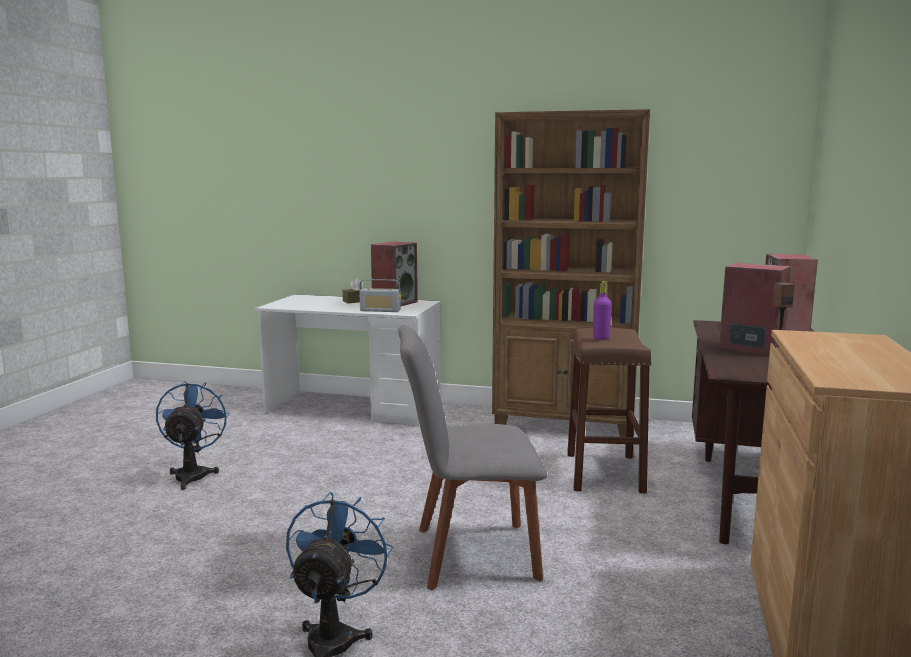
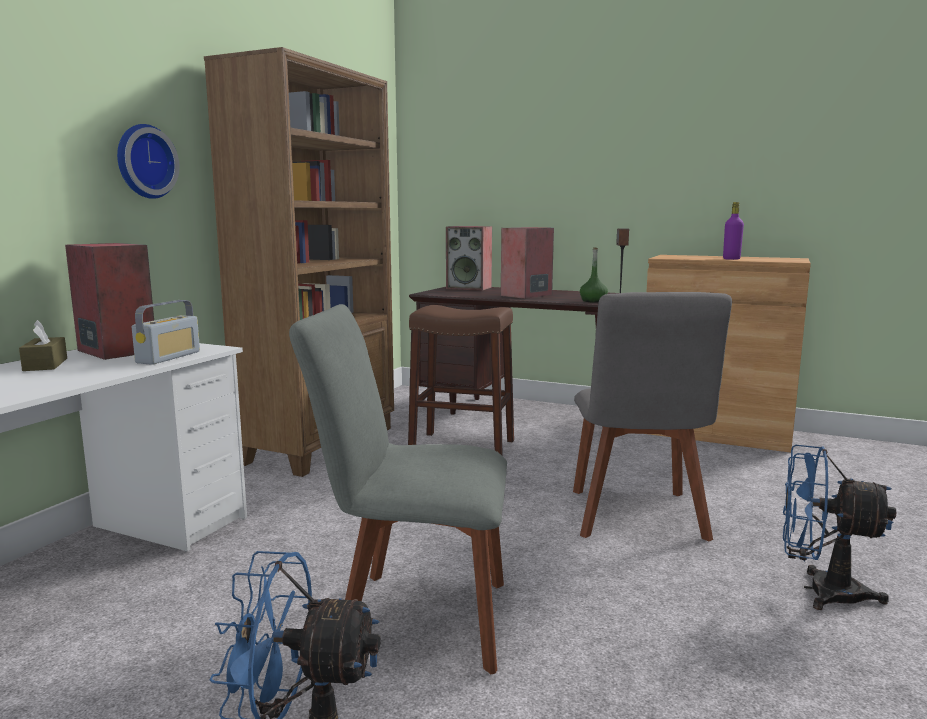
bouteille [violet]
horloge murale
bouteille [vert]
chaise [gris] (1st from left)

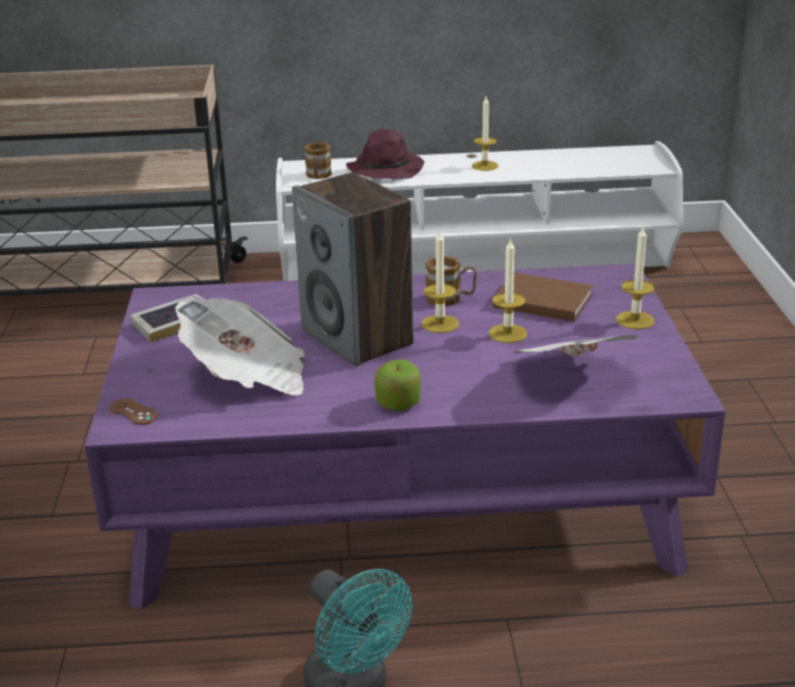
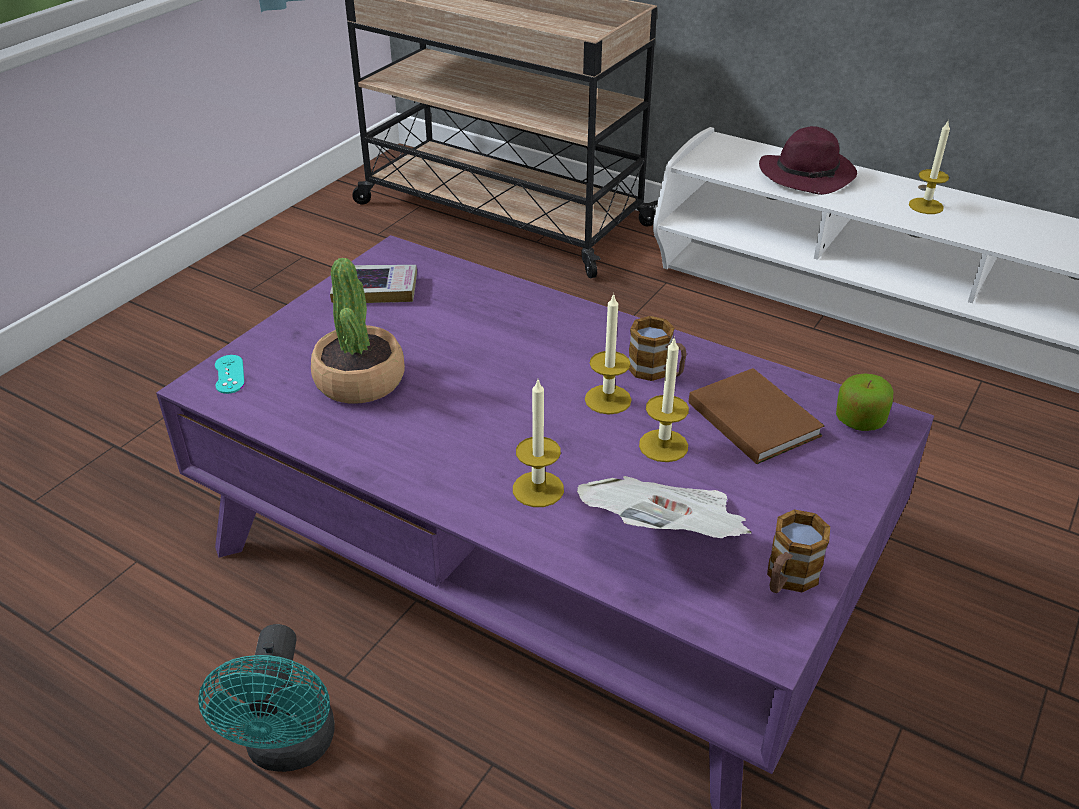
mug (2nd from left)
enceinte
bougie (1st from left)
plante en pot
pomme
manette [turquoise]

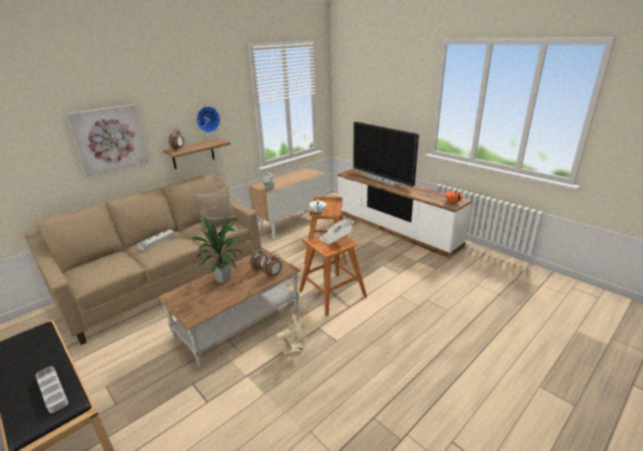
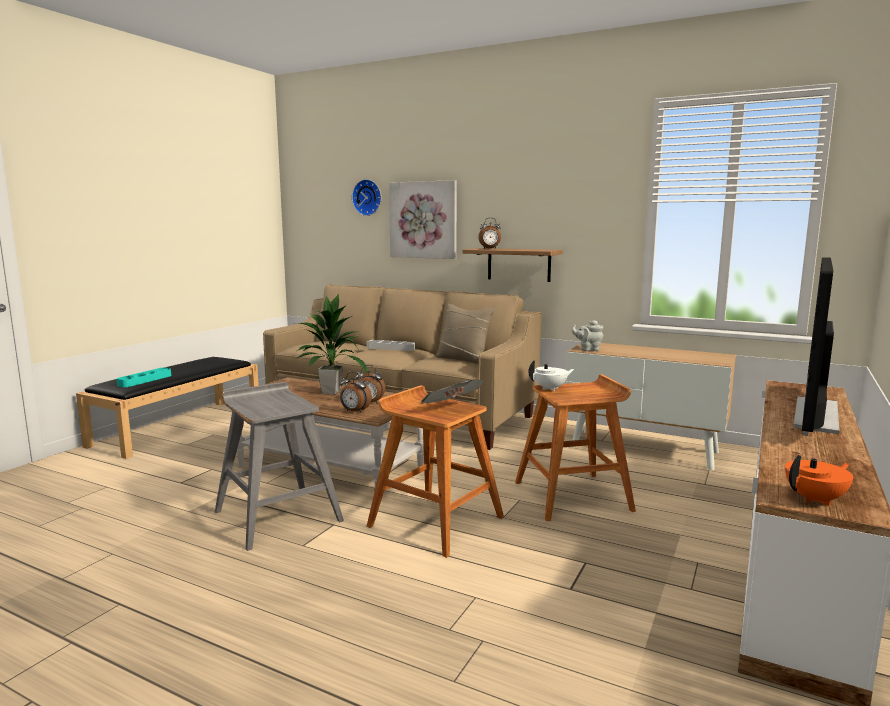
horloge murale
tabouret [gris]
plateau [turquoise]

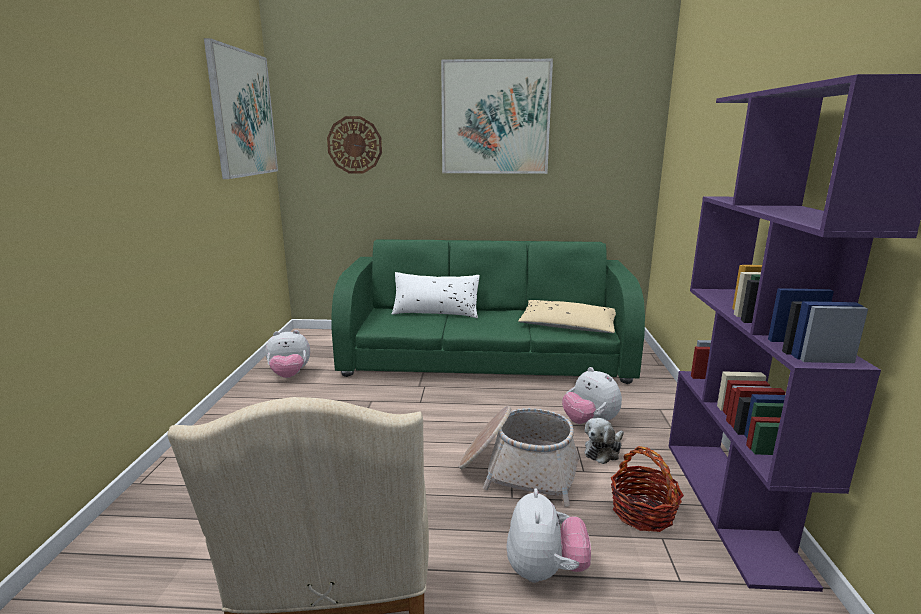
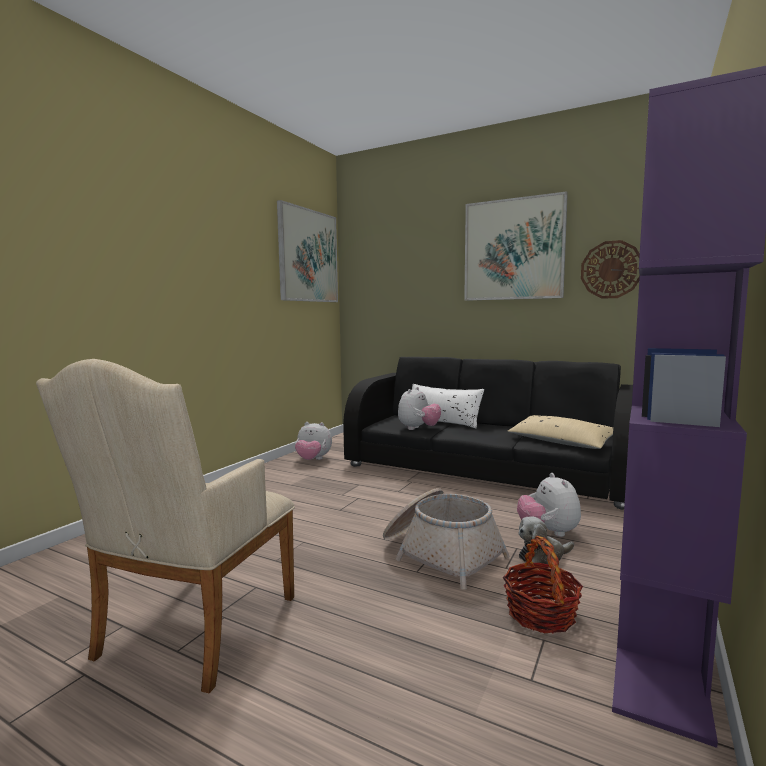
horloge murale
canapé [noir]
peluche (2nd from left)

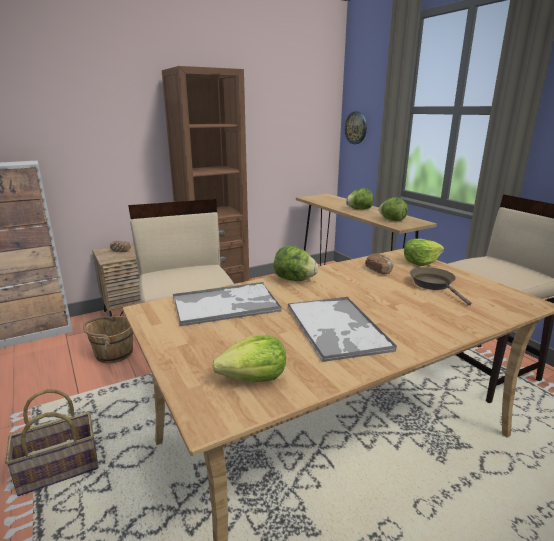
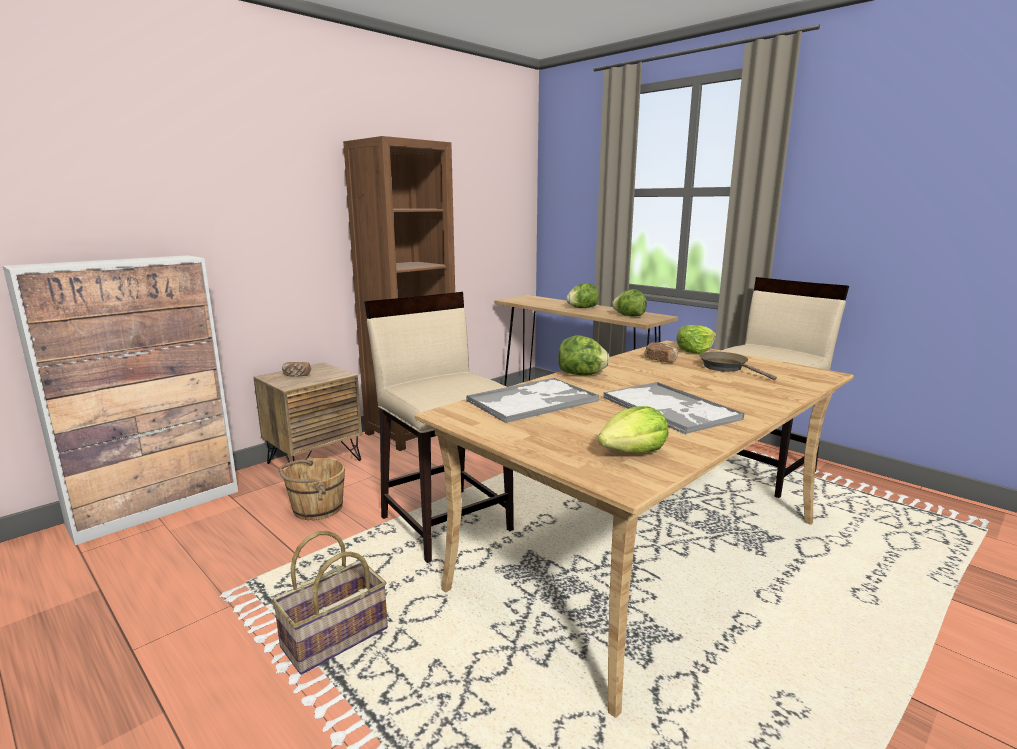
horloge murale

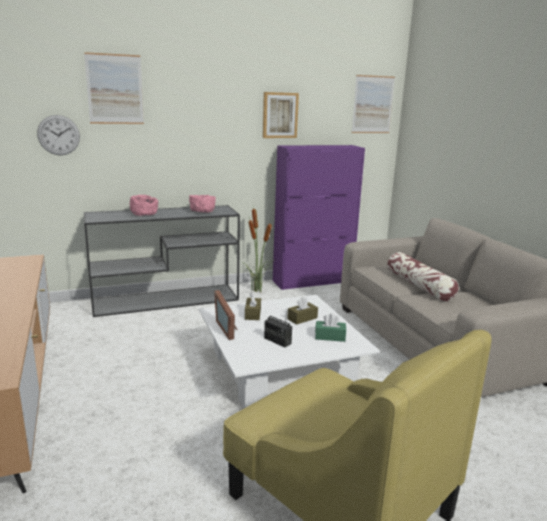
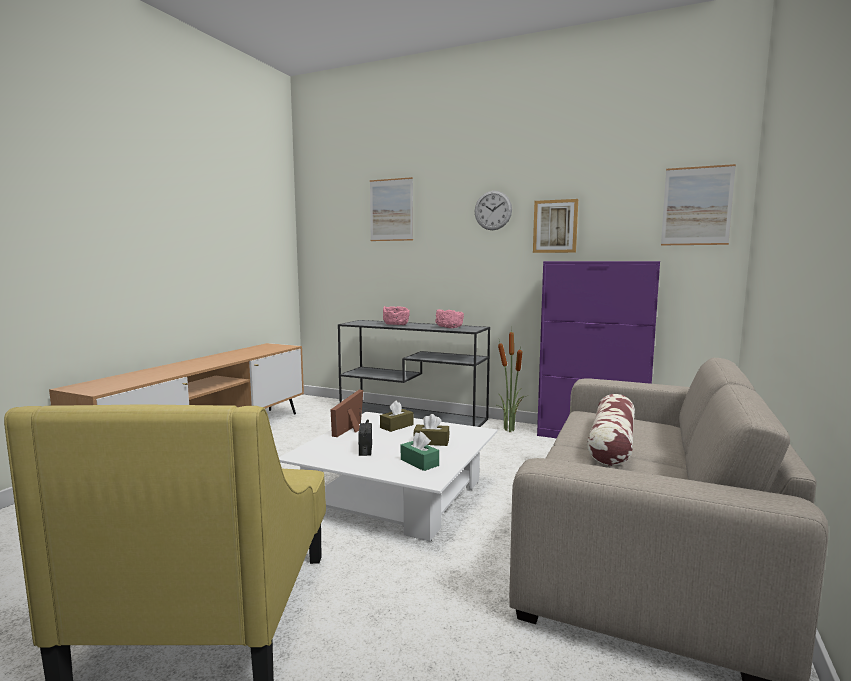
horloge murale

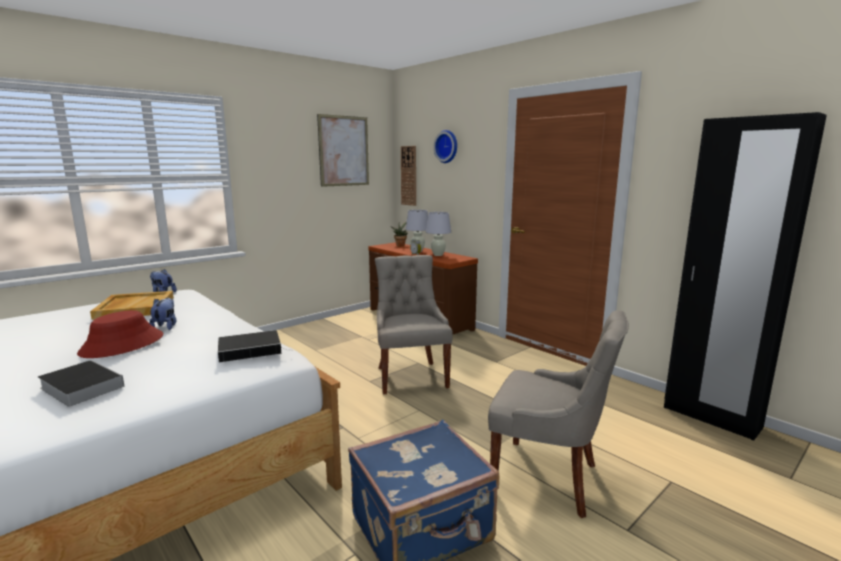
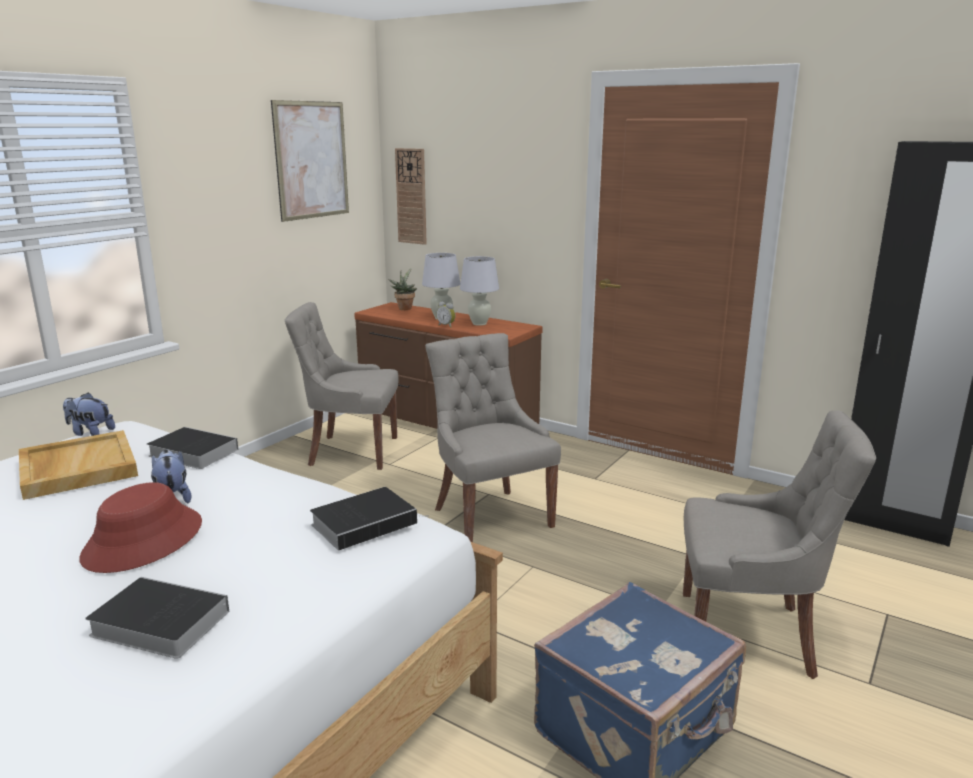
horloge murale (2nd from left in the first image)
chaise [gris] (1st from left)
livre (2nd from left)

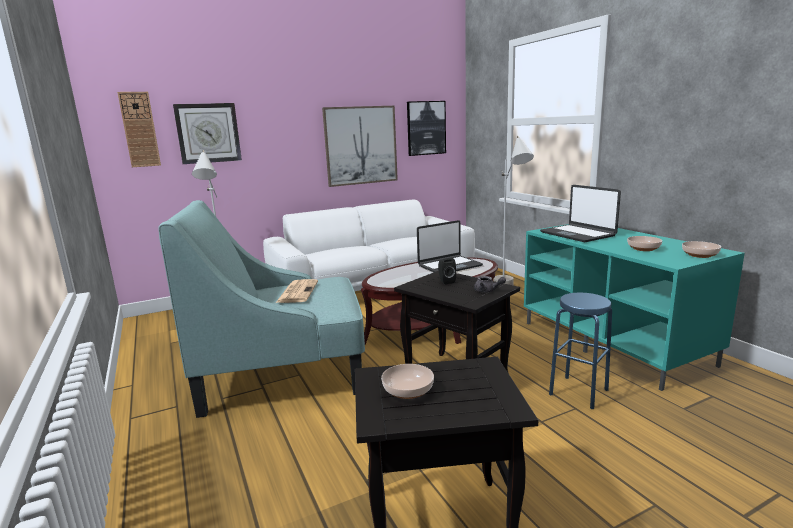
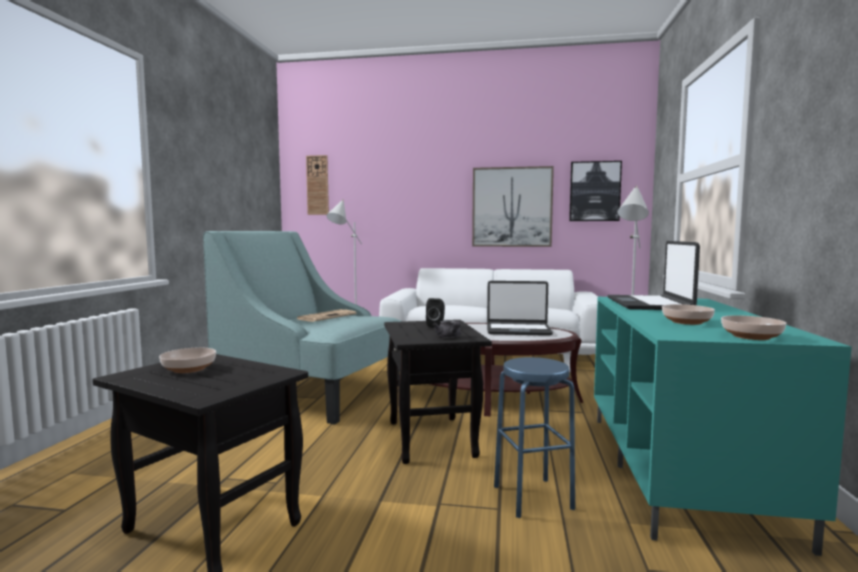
horloge murale (2nd from left in the first image)

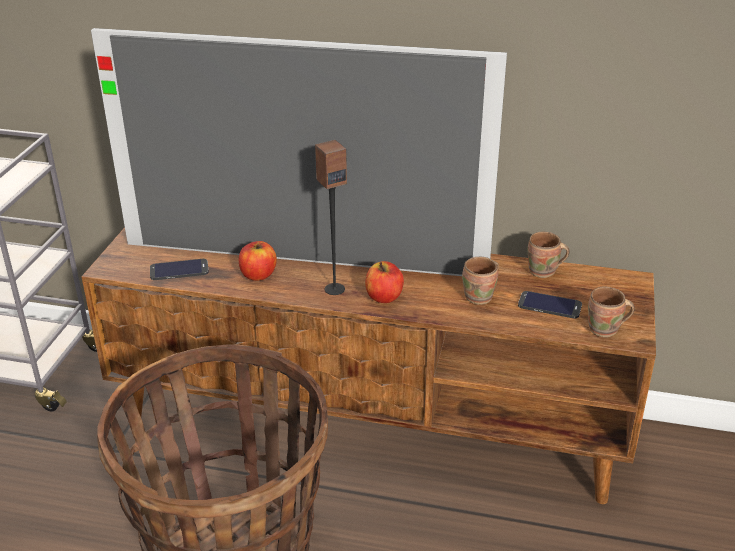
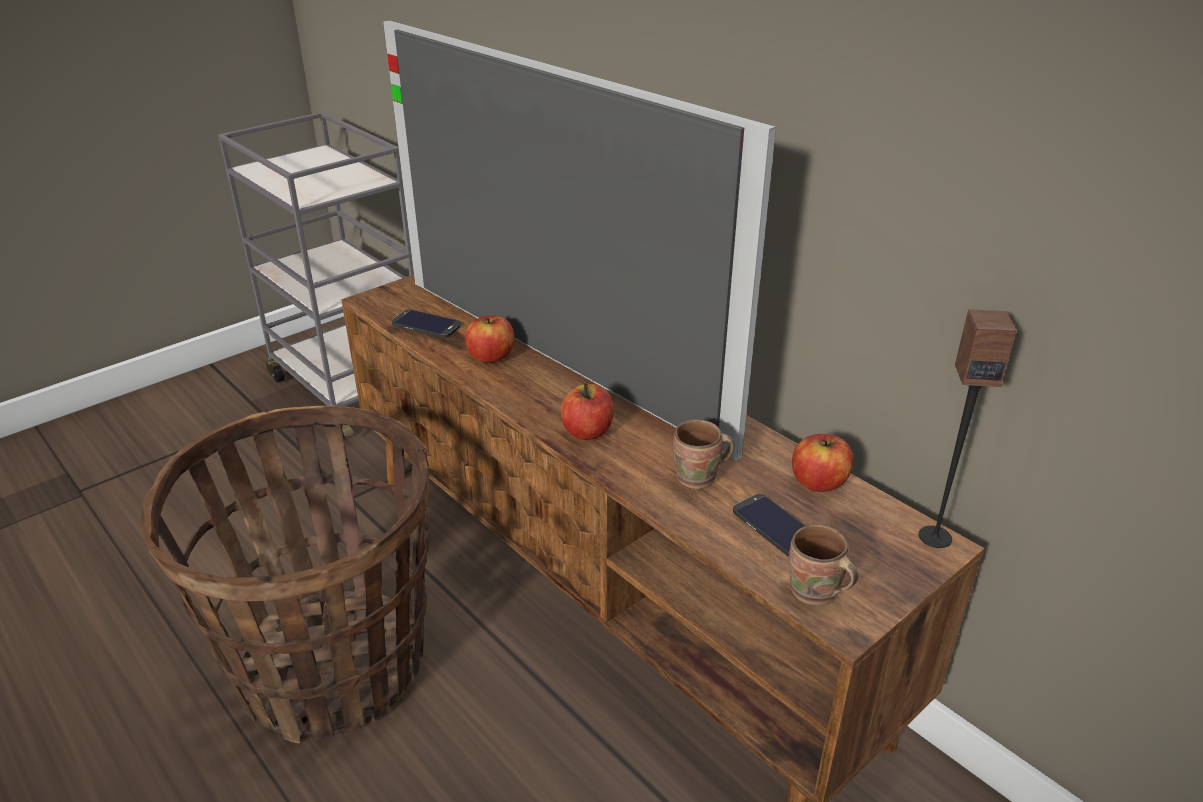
enceinte
pomme (3rd from left)

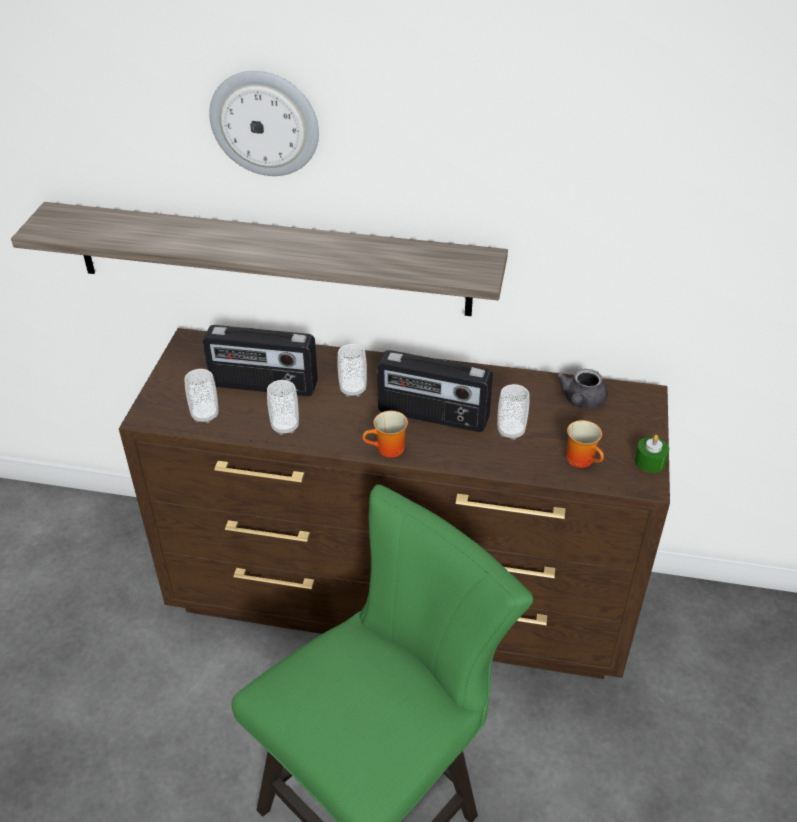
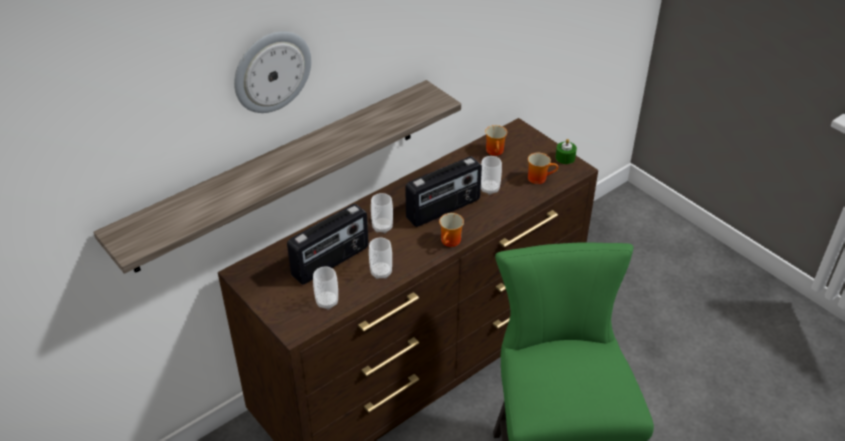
mug (2nd from left)

